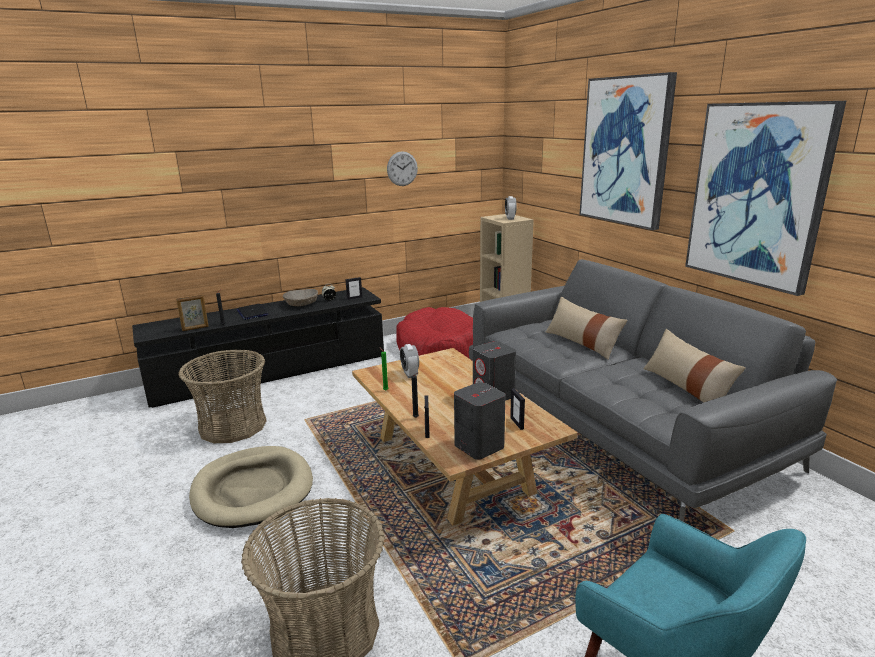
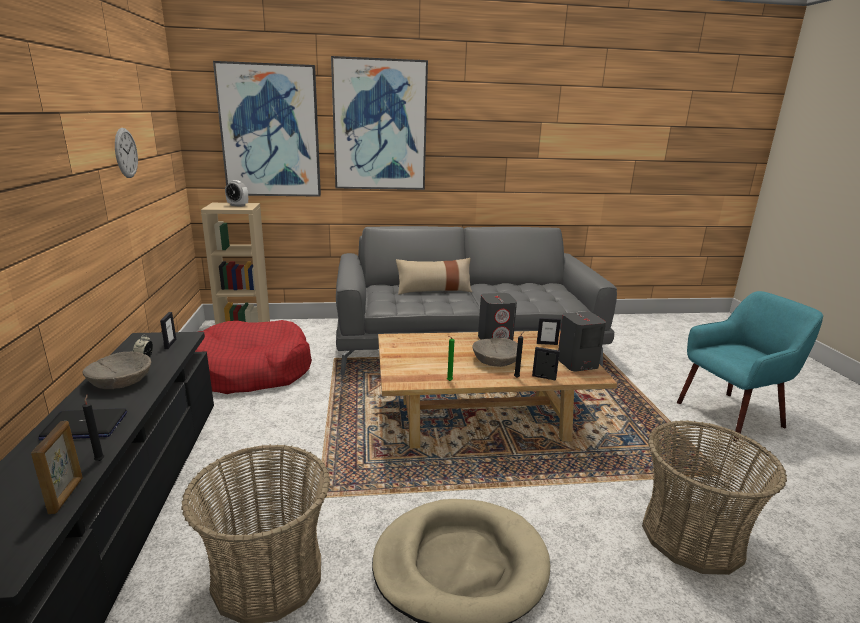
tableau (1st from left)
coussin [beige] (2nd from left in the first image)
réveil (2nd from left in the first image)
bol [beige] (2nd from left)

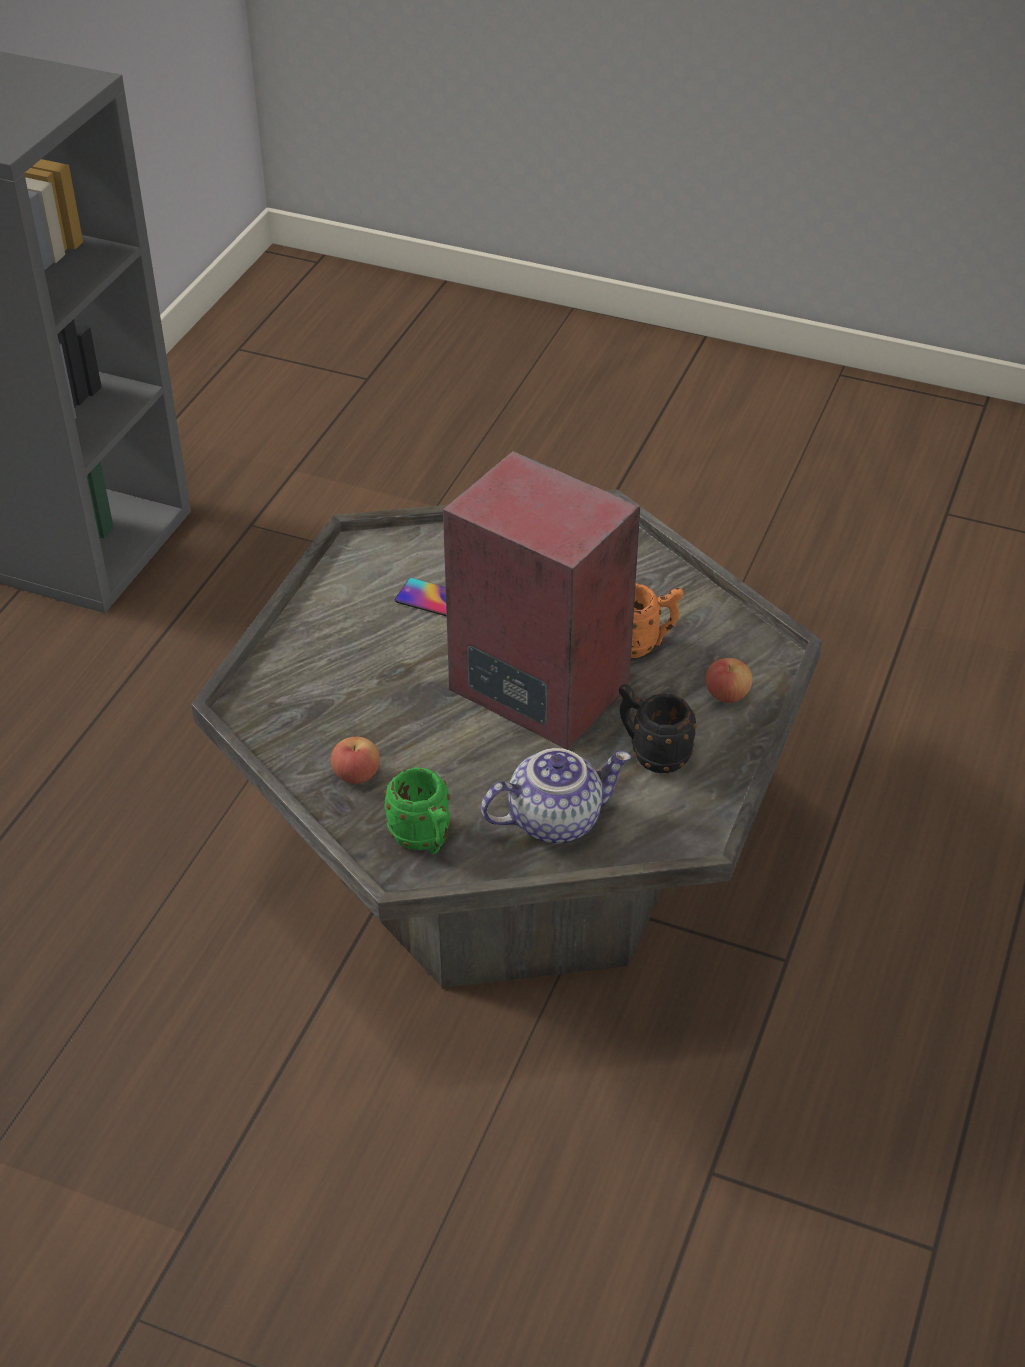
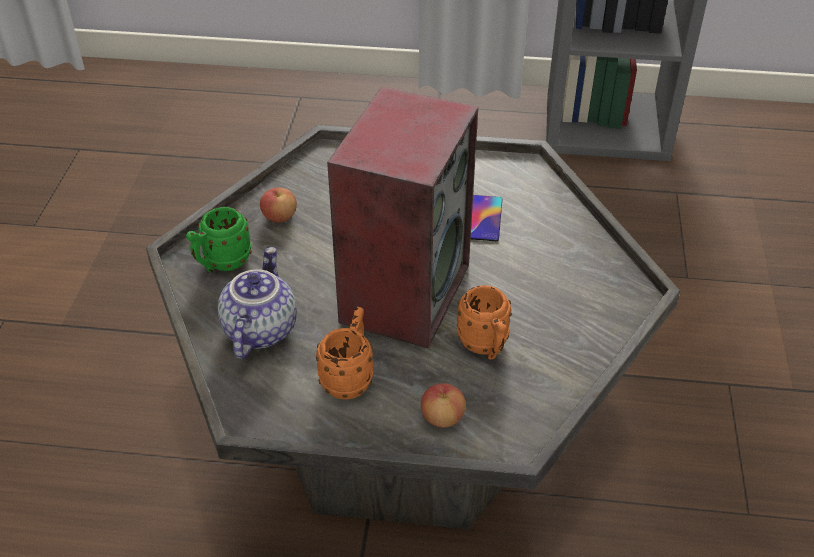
mug [orange] (1st from left)
théière

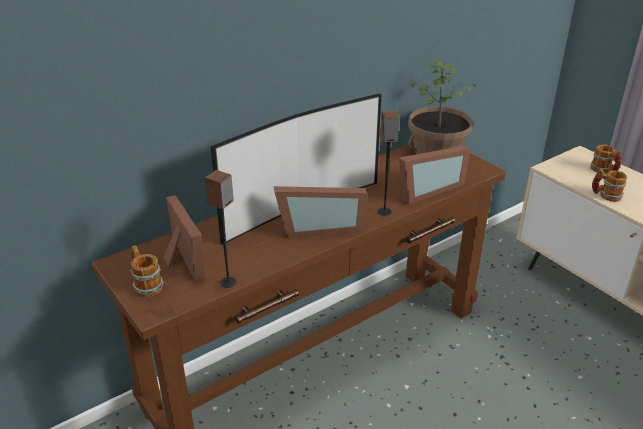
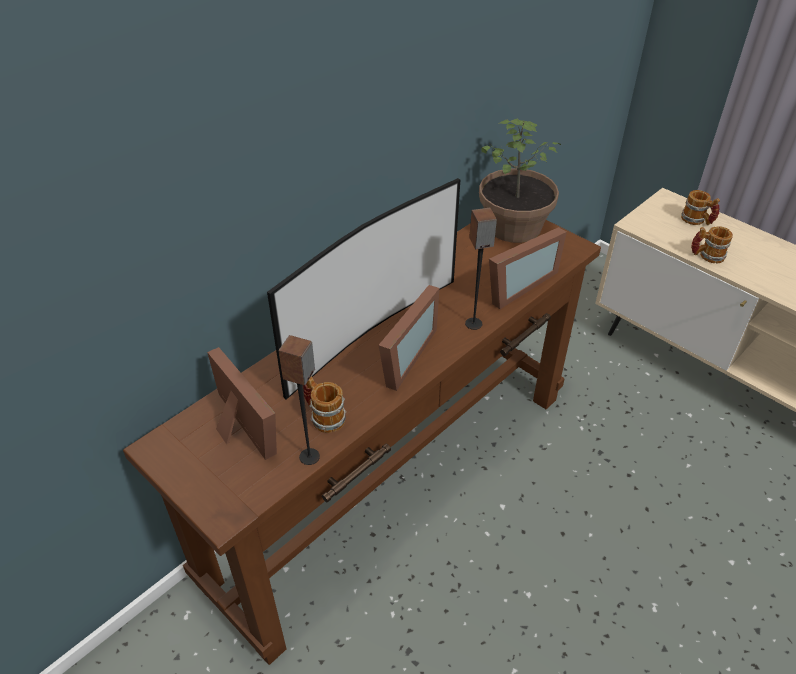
cadre photo (2nd from left)
mug (1st from left)

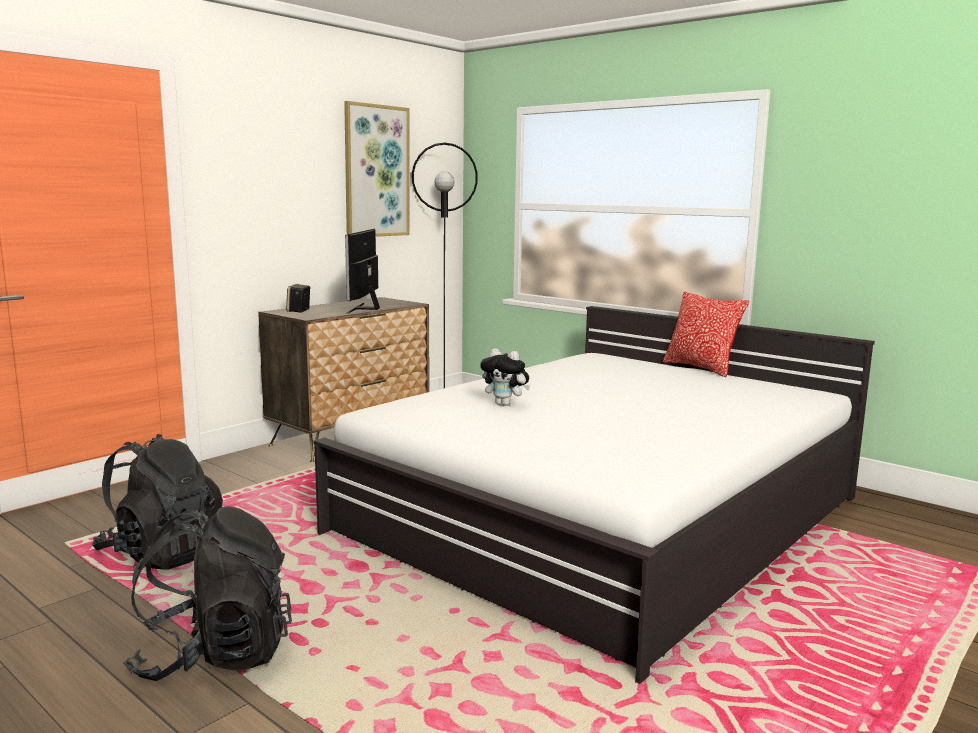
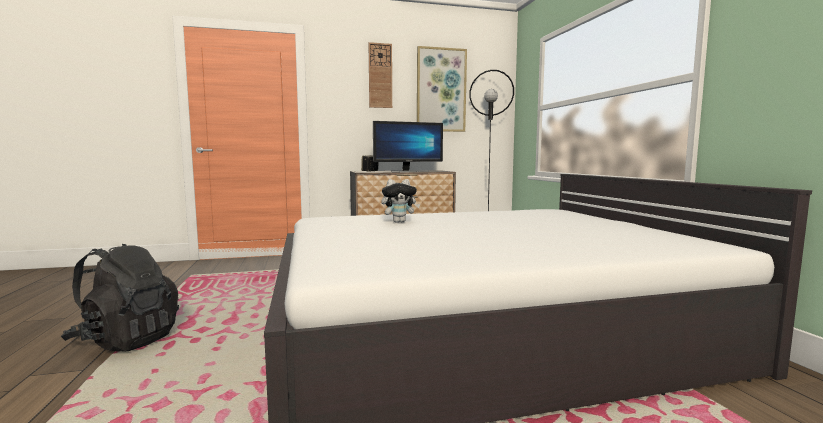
écran d'ordinateur
coussin
peluche
sac à dos [noir] (1st from left in the first image)
horloge murale

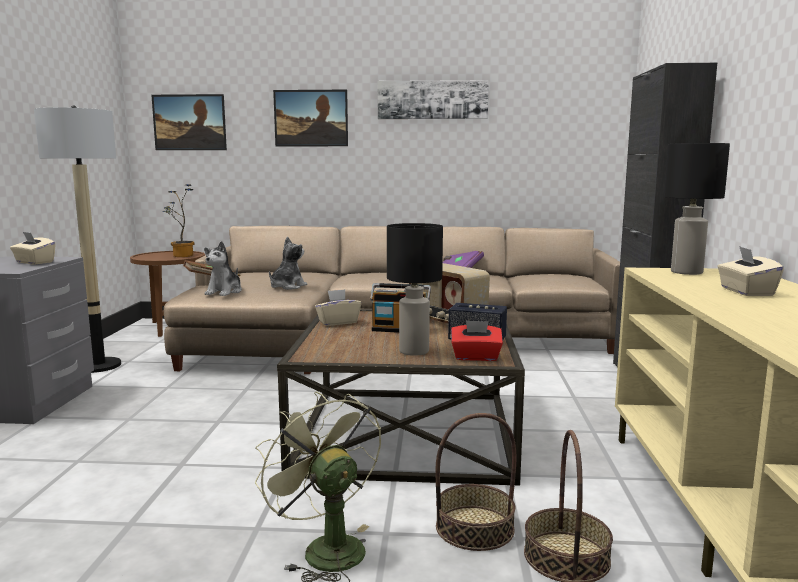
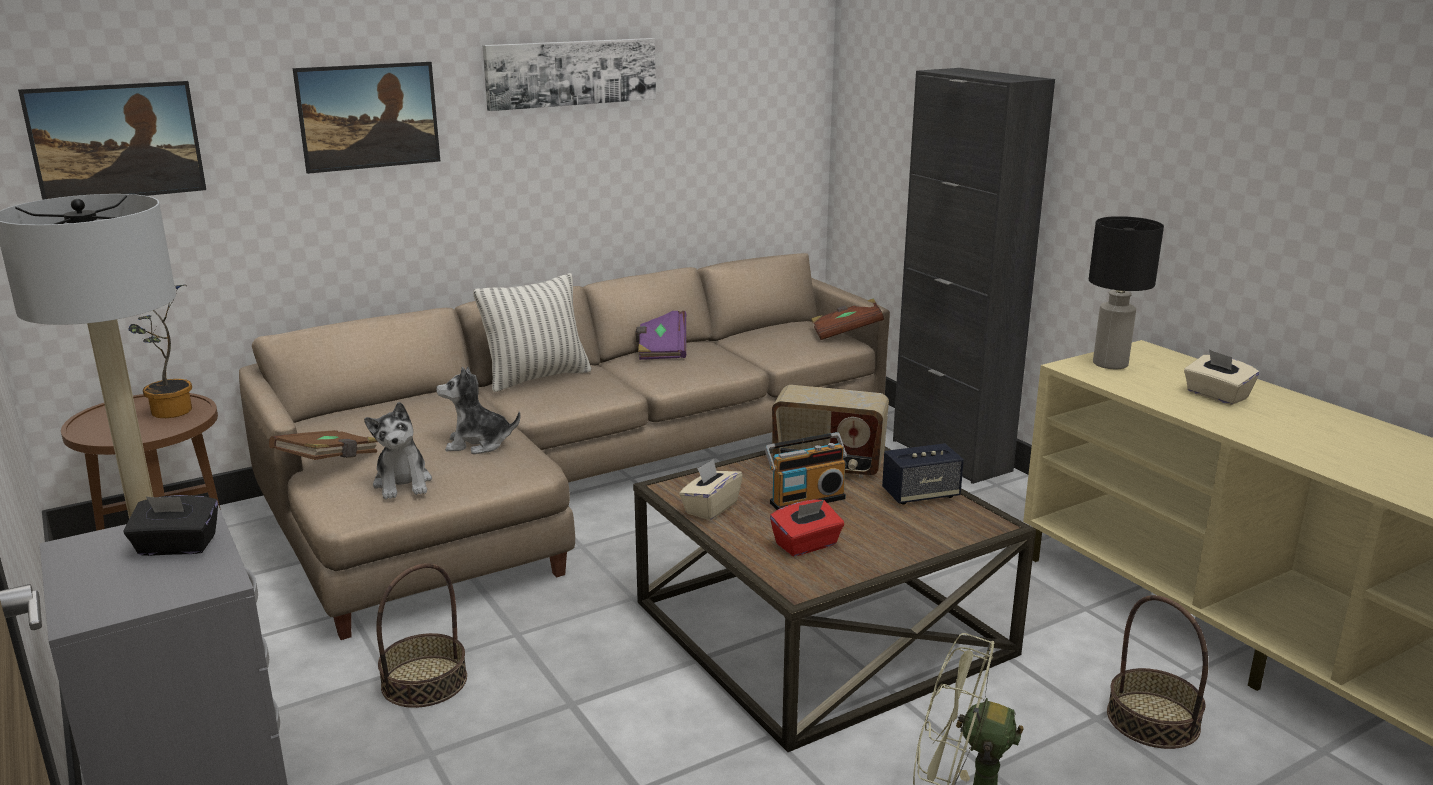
lampe de table [noir] (1st from left in the first image)
boîte à mouchoirs [noir]
peluche (2nd from left)
boîte à mouchoirs [rouge]
panier (1st from left)
coussin
livre [marron] (2nd from left)

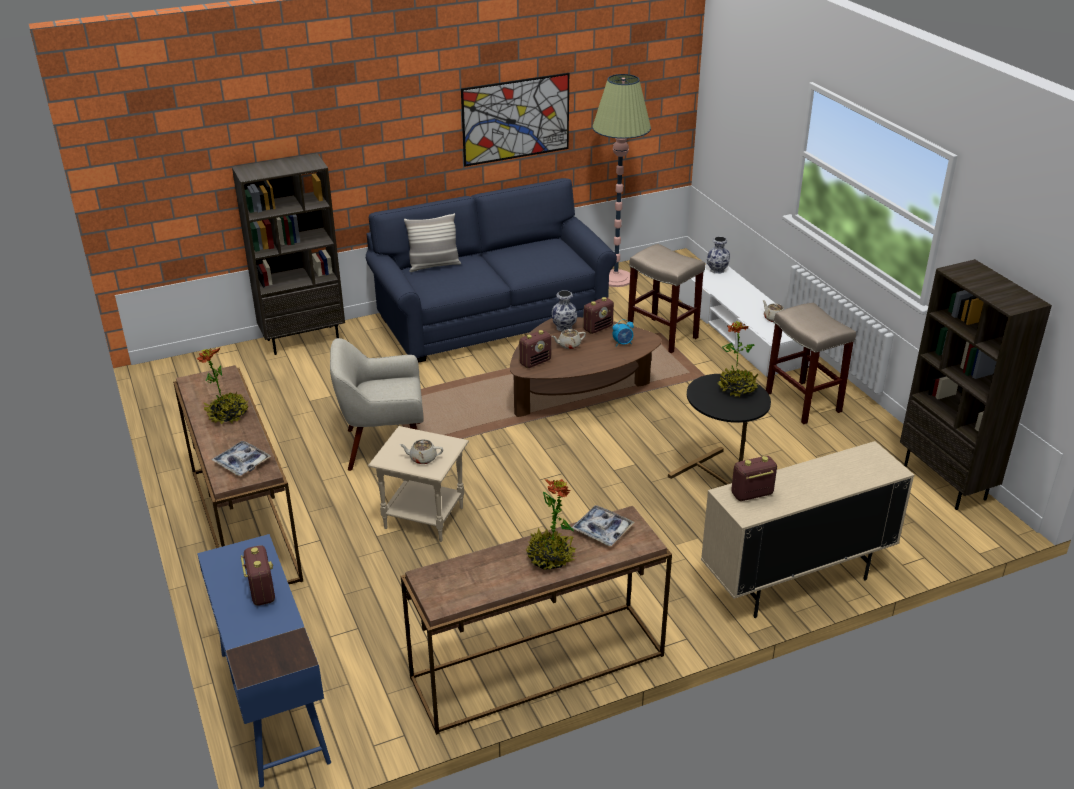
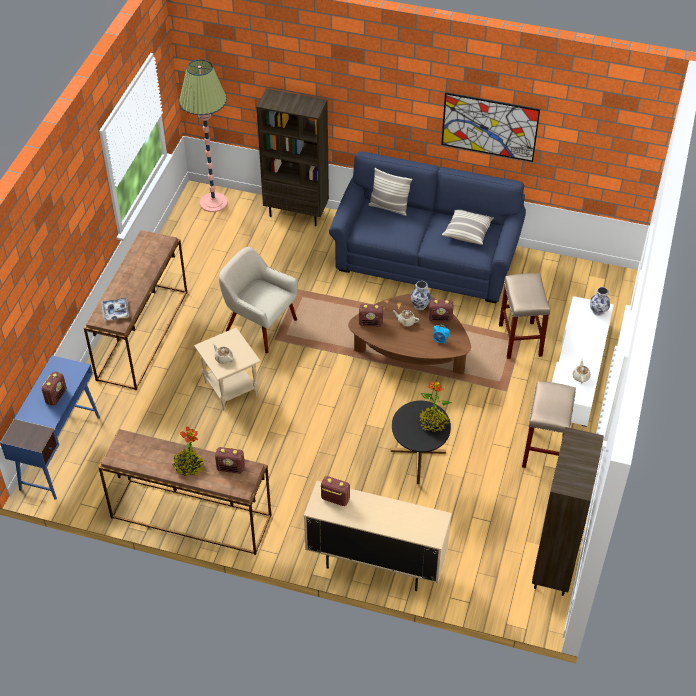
lampadaire
plante en pot (1st from left in the first image)
radio (2nd from left)
coussin (2nd from left)

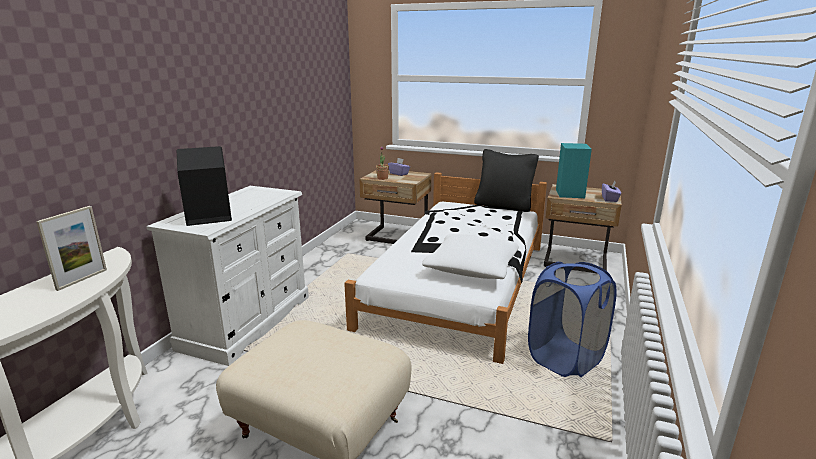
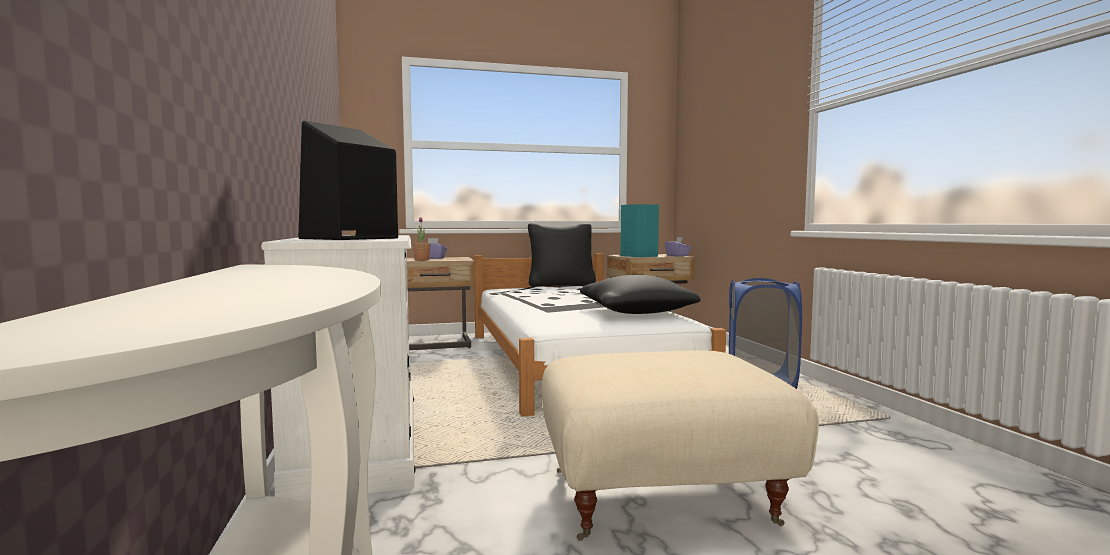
cadre photo
coussin [noir] (2nd from left)

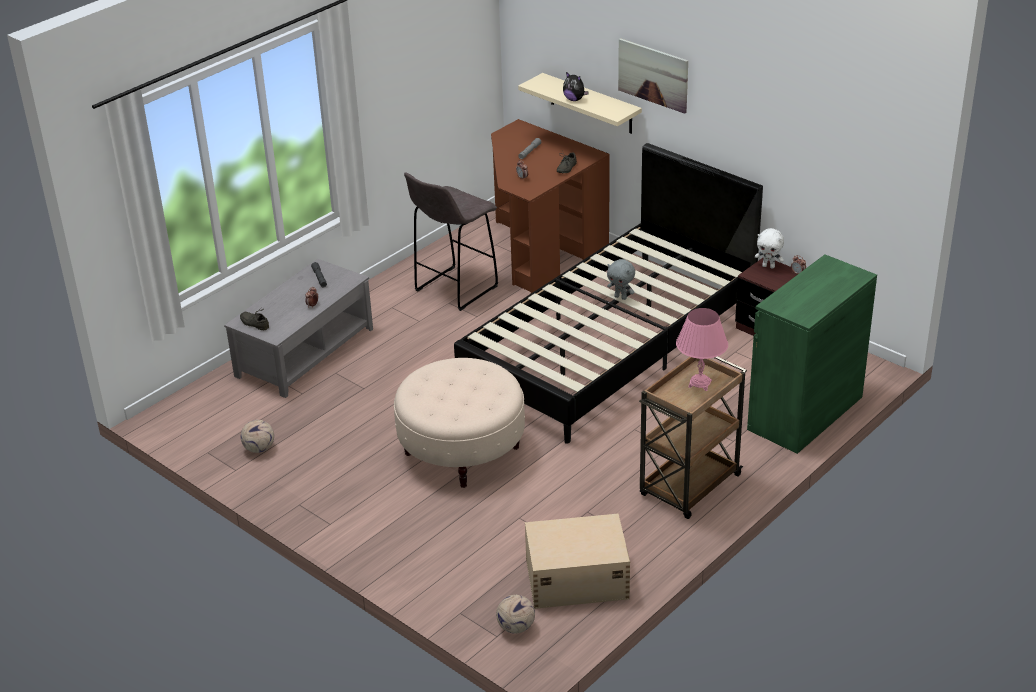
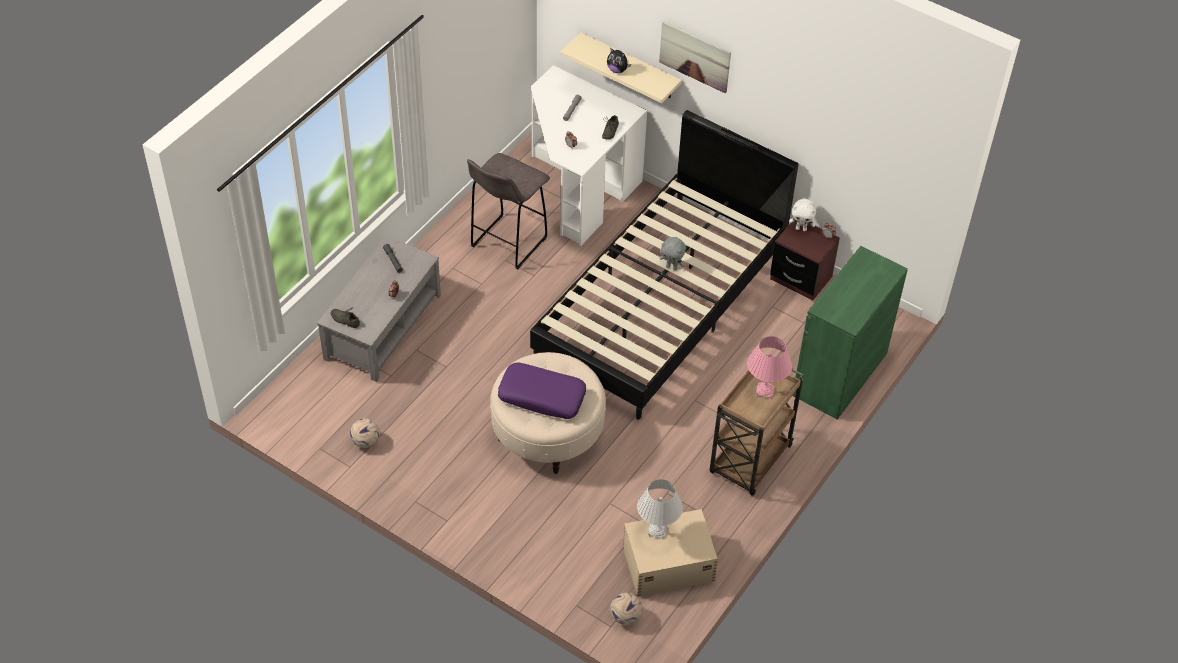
bureau [blanc]
coussin [violet]
lampe de table [blanc]

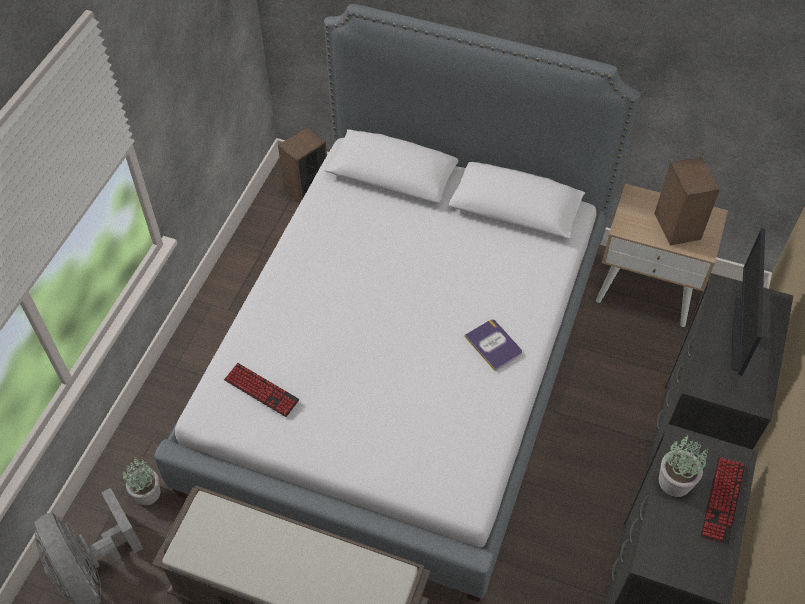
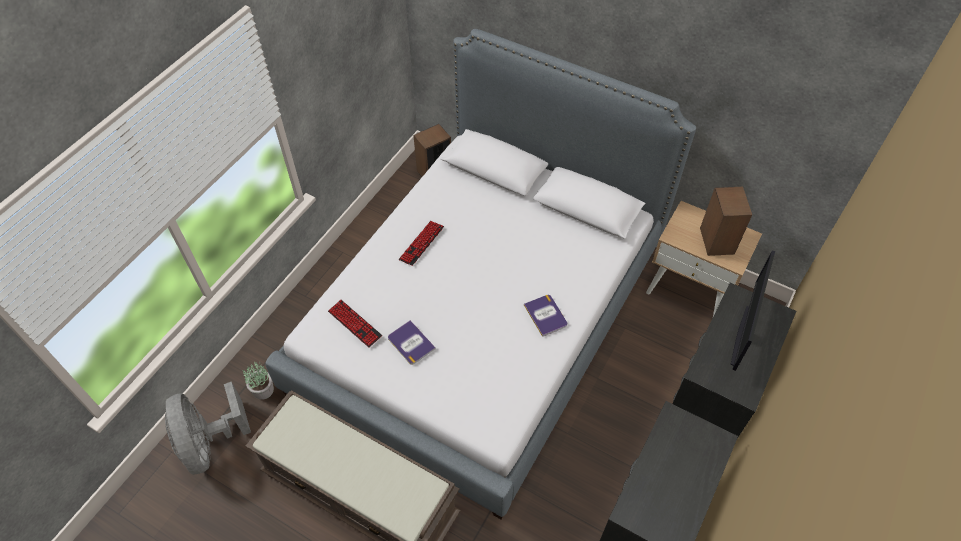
plante en pot (2nd from left in the first image)
clavier (2nd from left)
livre (1st from left)

